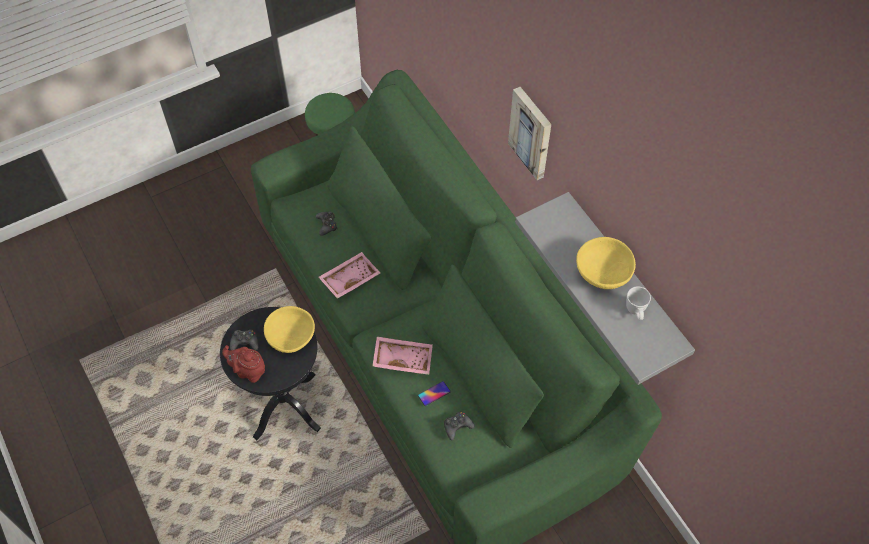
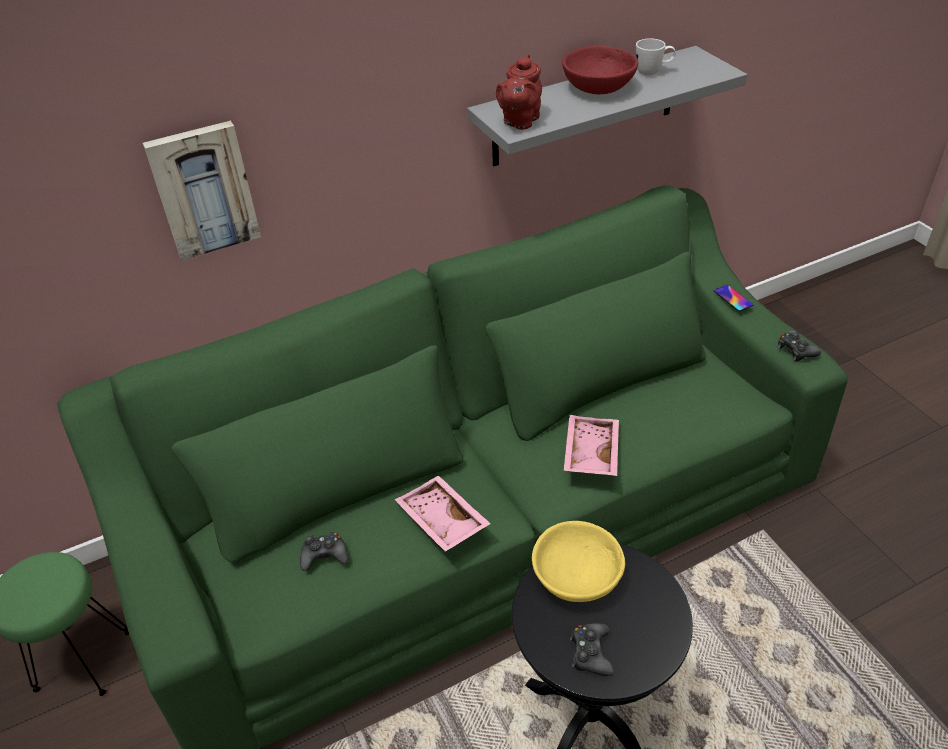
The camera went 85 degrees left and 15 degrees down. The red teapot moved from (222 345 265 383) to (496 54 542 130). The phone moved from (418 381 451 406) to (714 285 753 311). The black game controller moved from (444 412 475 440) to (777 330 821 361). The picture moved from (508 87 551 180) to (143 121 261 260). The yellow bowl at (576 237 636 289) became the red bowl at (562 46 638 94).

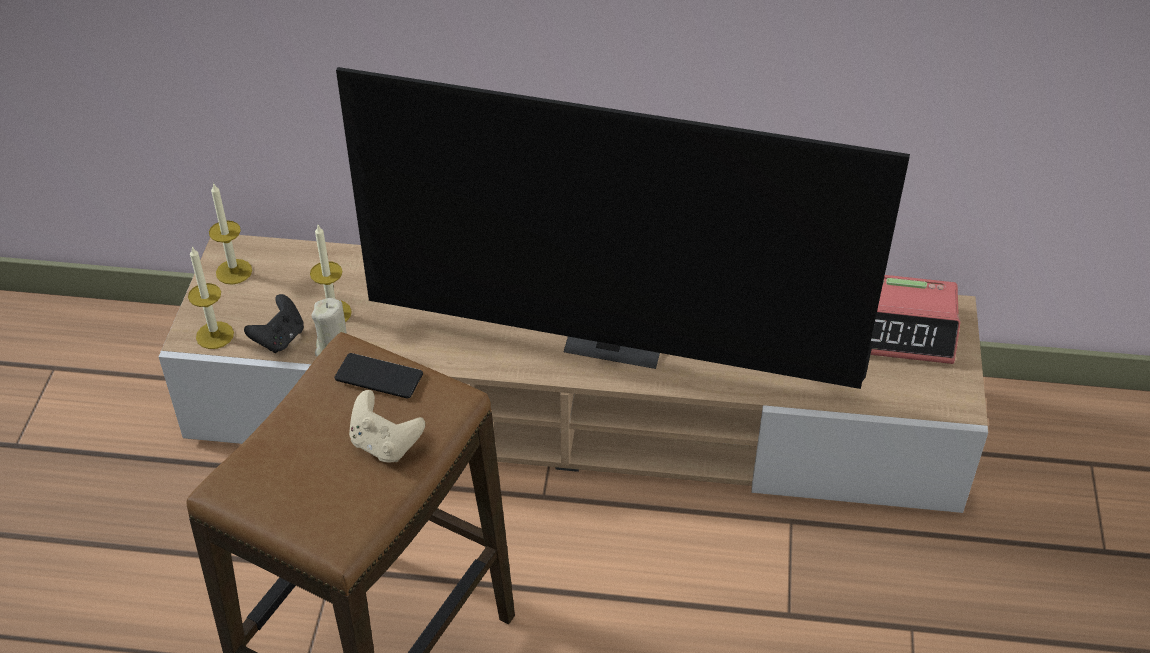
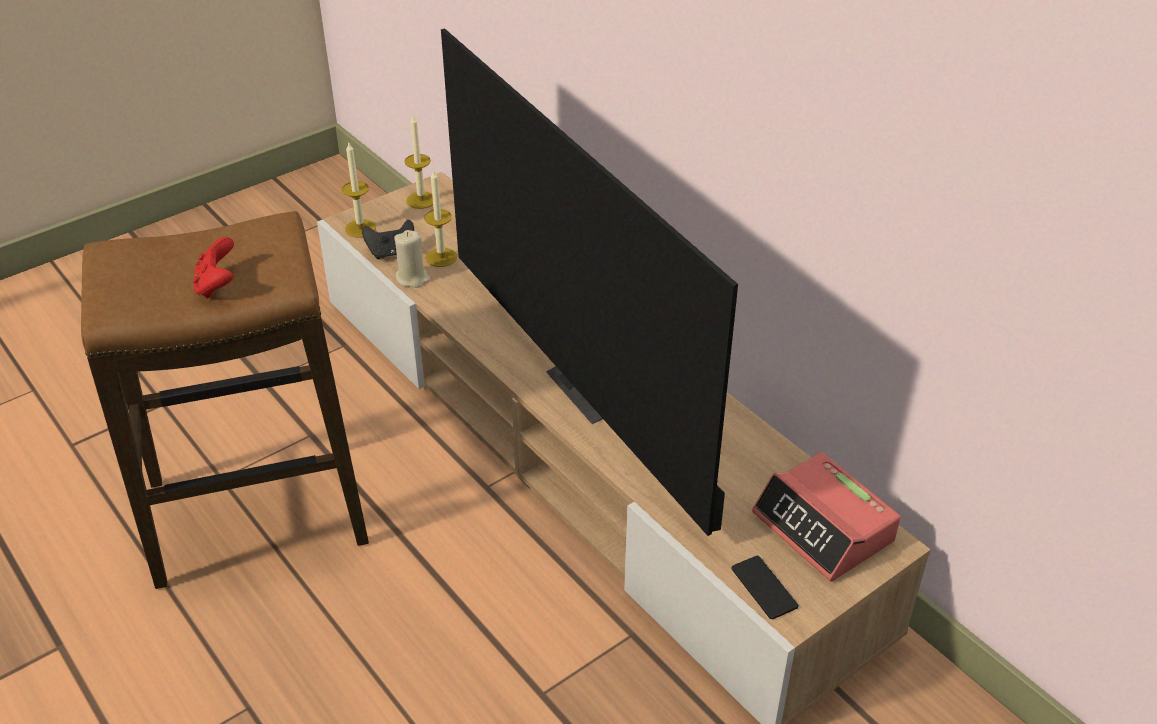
The camera went 45 degrees right and 5 degrees down. The phone moved from (335 353 423 399) to (732 556 799 619). The beige game controller at (349 390 425 463) became the red game controller at (193 237 234 299).

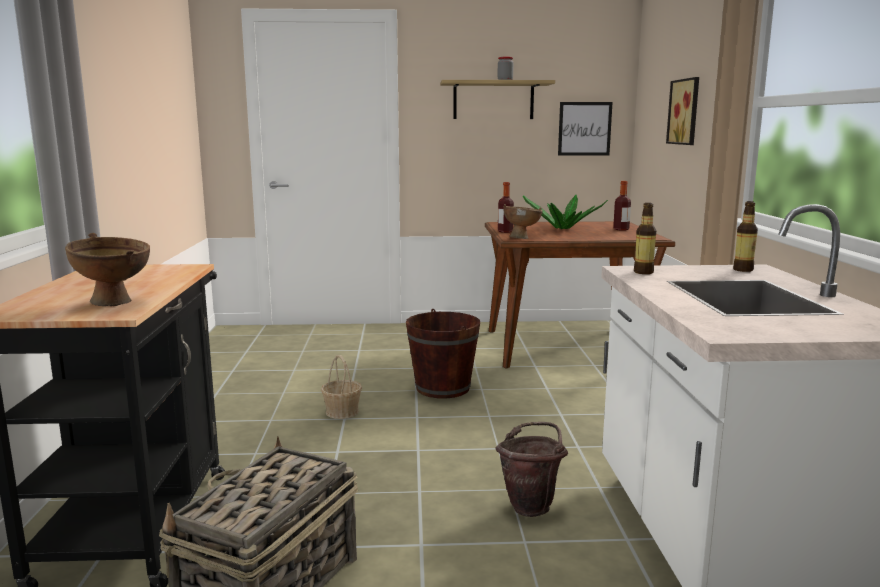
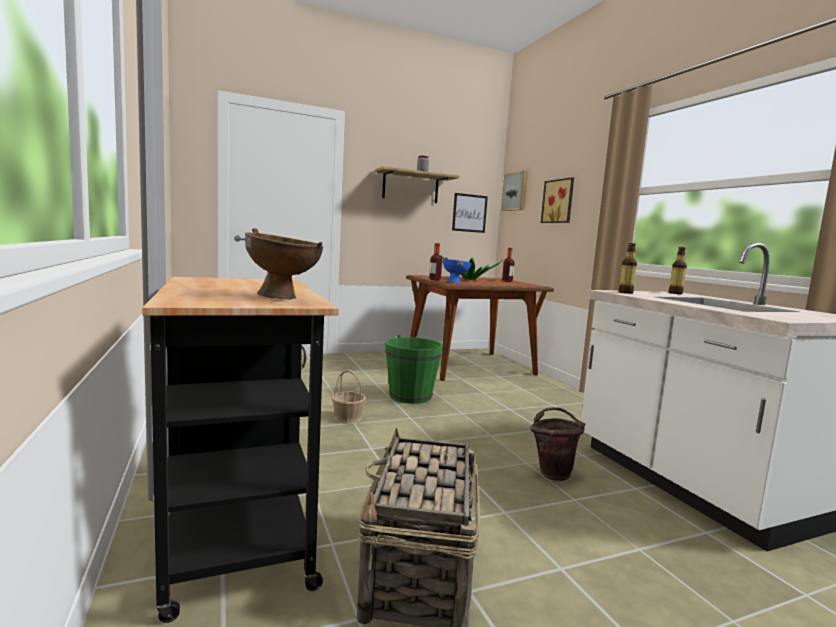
The camera went 20 degrees left and 5 degrees down. The picture at (500 170 528 211) appeared. The brown bucket at (406 309 480 399) became the green bucket at (385 335 443 404). The brown bowl at (503 204 543 239) became the blue bowl at (443 257 472 284).

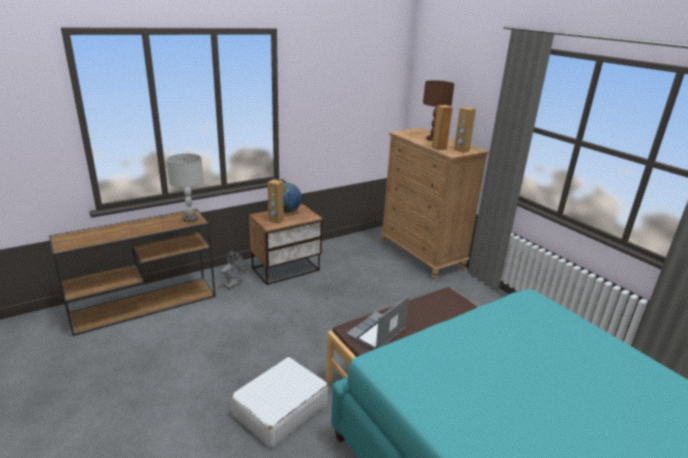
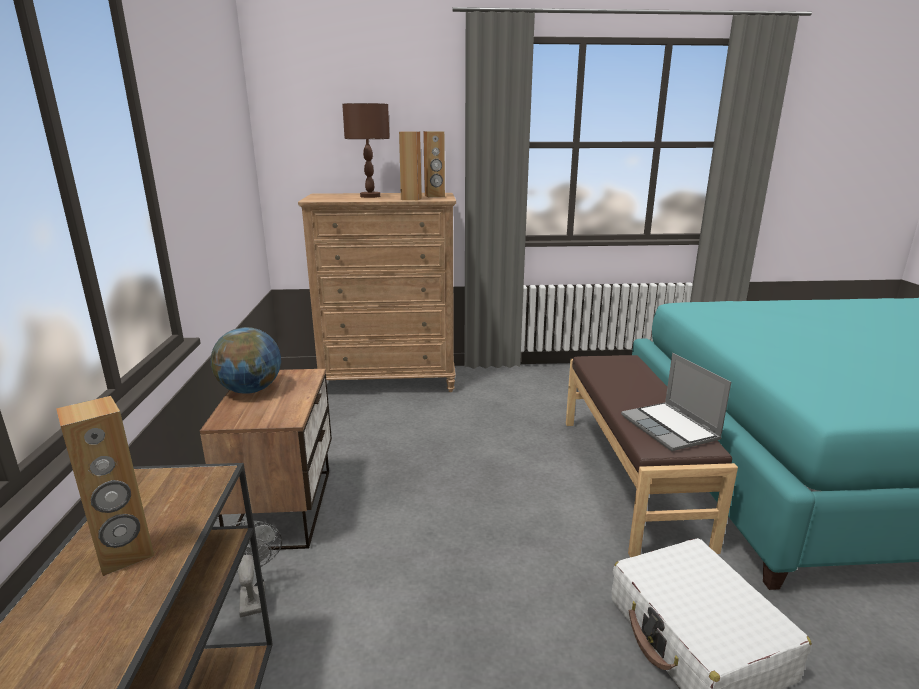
The camera went 60 degrees left and 5 degrees down. The grey table lamp at (167 153 204 222) disappeared. The brown speaker moved from (267 179 284 224) to (56 396 154 576).

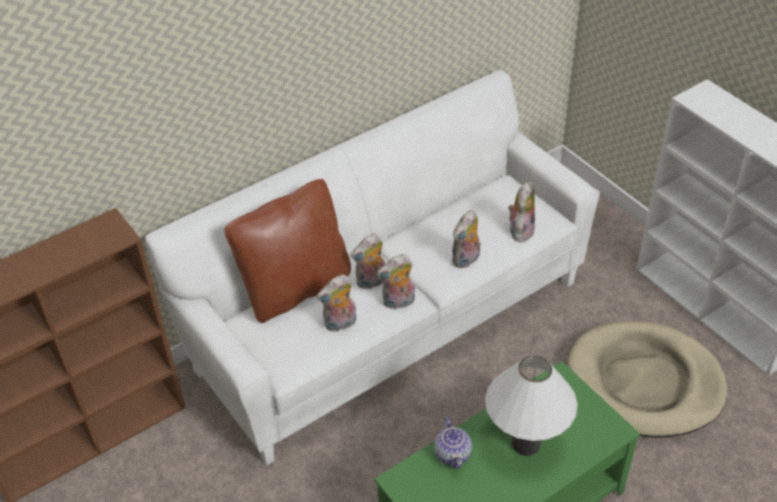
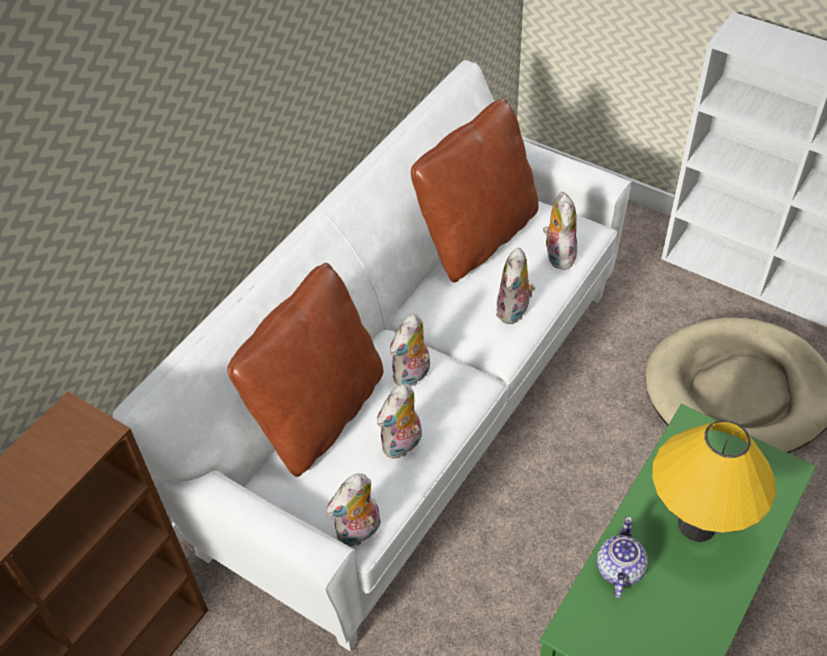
The camera went 20 degrees left and 5 degrees up. The brown pillow at (411 98 539 282) appeared. The plush toy moved from (376 254 415 310) to (326 473 381 546). The white table lamp at (485 356 578 456) became the yellow table lamp at (652 420 776 542). The teapot at (434 417 472 469) turned 135 degrees counterclockwise.

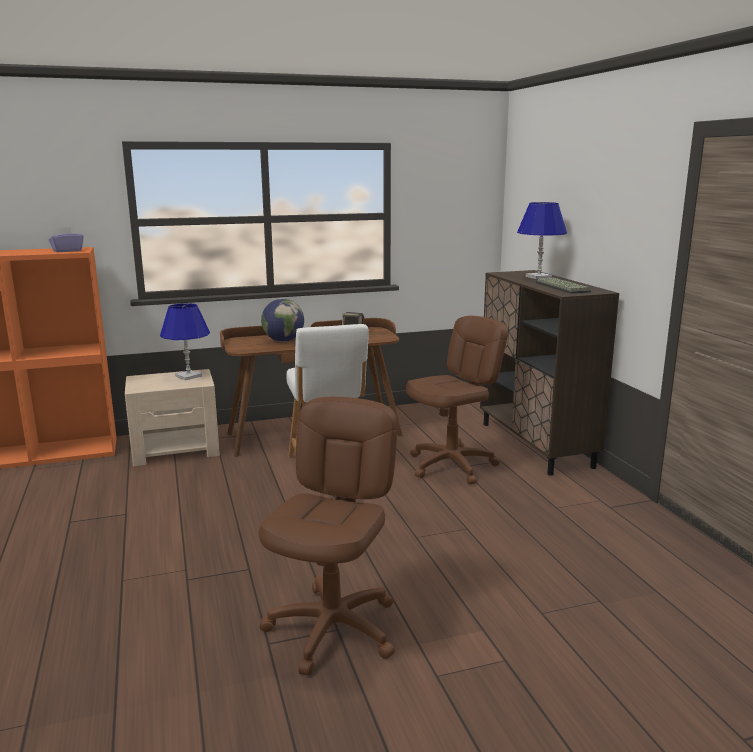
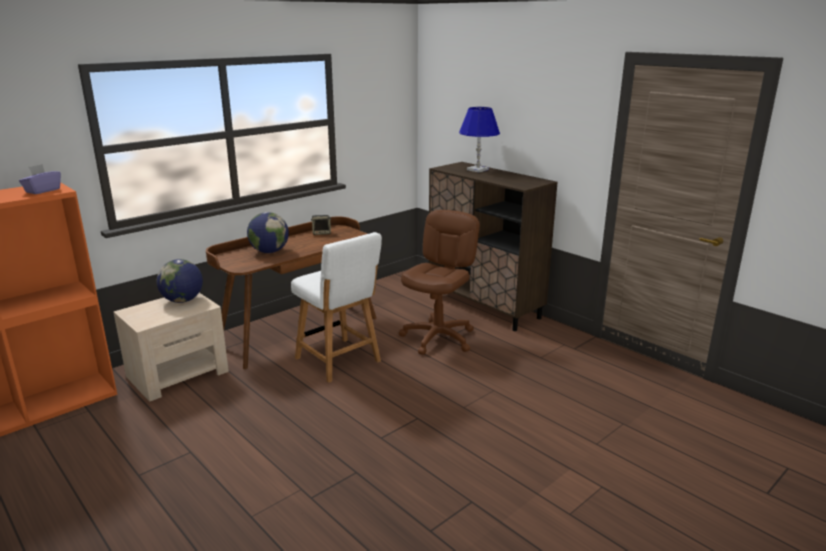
The camera went 25 degrees left and 5 degrees up. The brown office chair at (259 397 398 675) disappeared. The keyboard at (536 278 591 294) disappeared. The blue table lamp at (160 303 210 380) was replaced by the globe at (157 259 203 303).

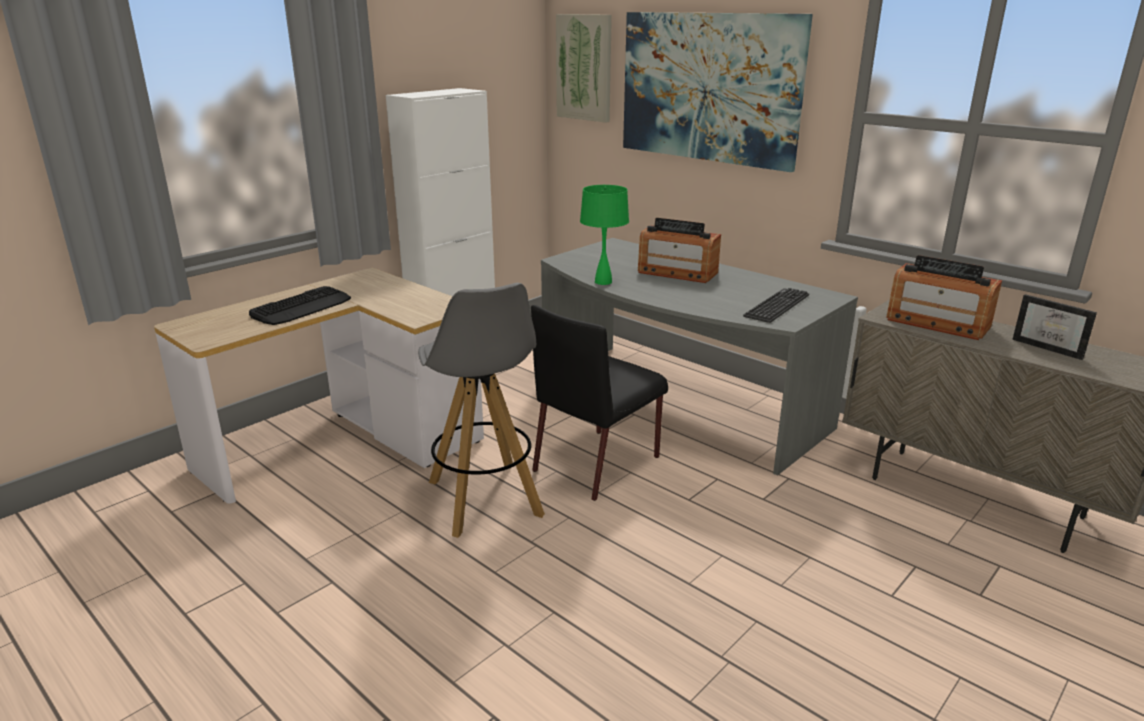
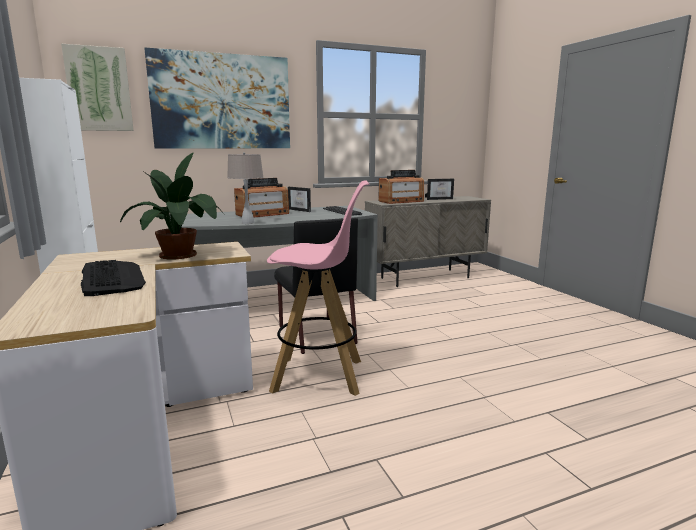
The camera went 65 degrees left and 10 degrees down. The potted plant at (120 153 225 259) appeared. The picture frame at (288 187 311 212) appeared. The grey stool at (418 283 545 538) became the pink stool at (267 180 370 396). The green table lamp at (580 185 629 285) became the beige table lamp at (227 152 264 224).

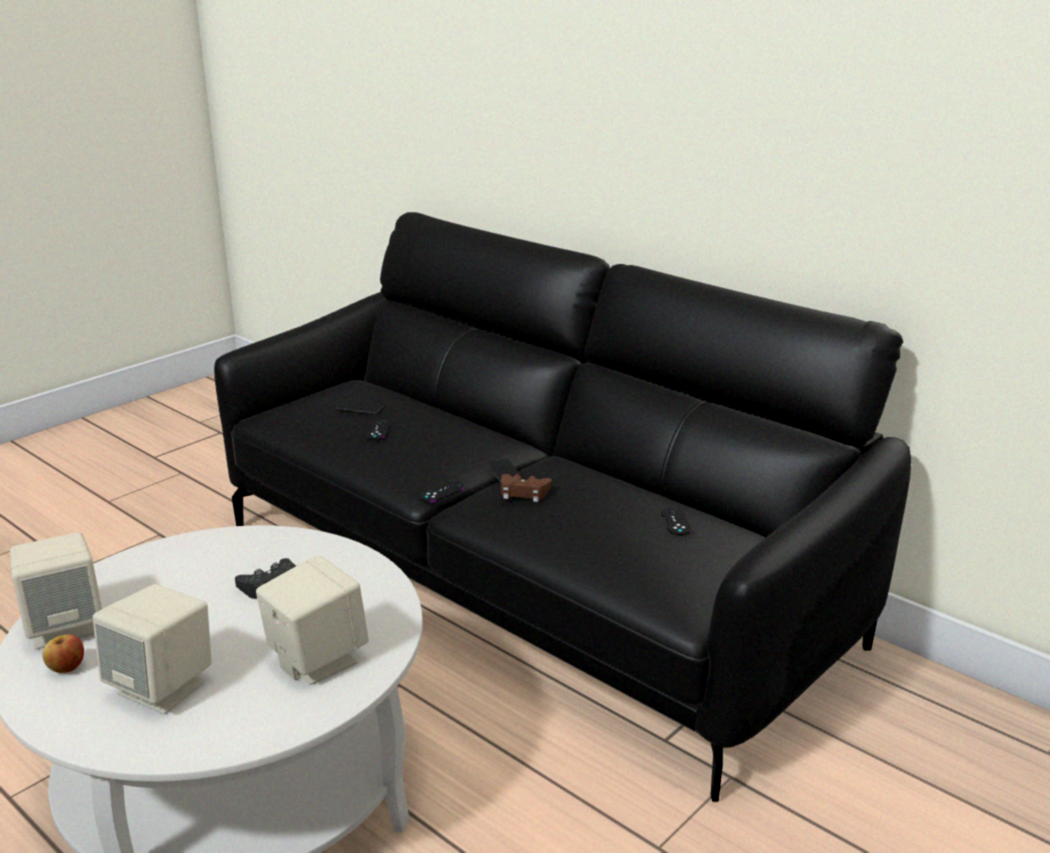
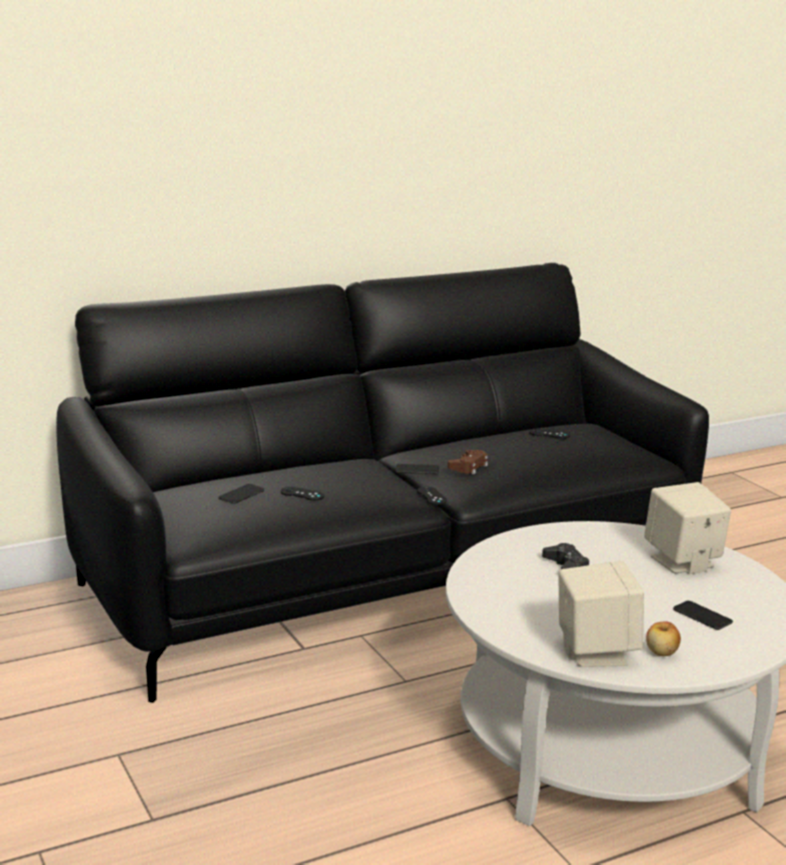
The camera went 70 degrees left and 5 degrees down. The beige speaker at (93 584 212 714) was replaced by the phone at (673 601 733 630).

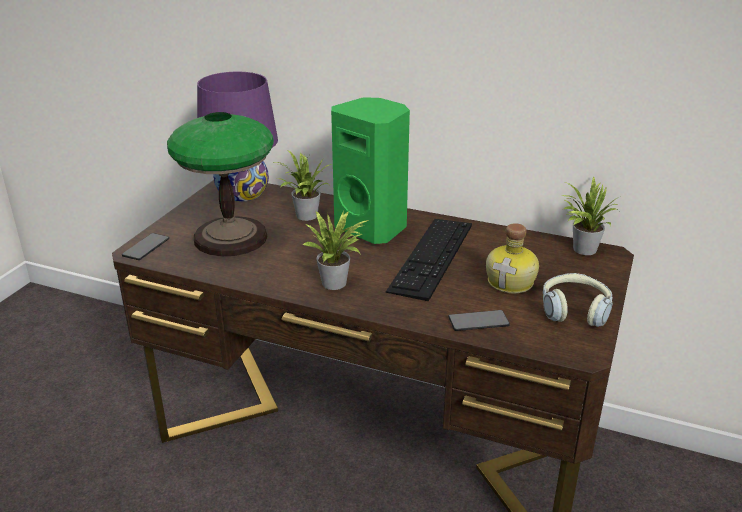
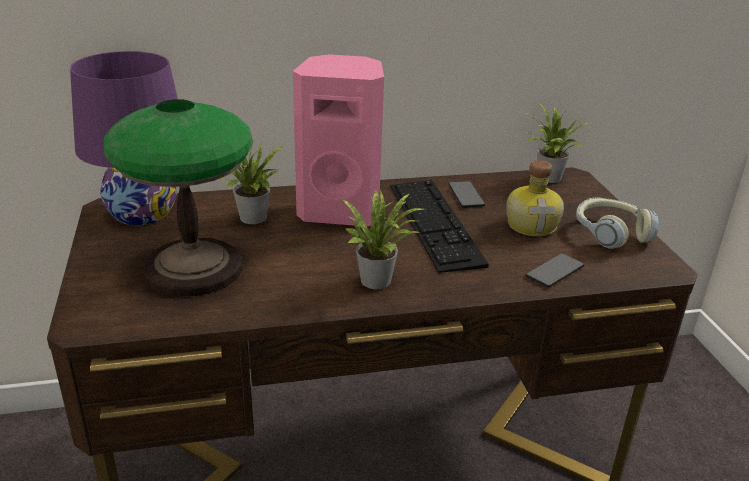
The camera went 35 degrees left and 0 degrees up. The phone moved from (122 233 169 260) to (448 181 485 208). The green speaker at (331 97 410 244) became the pink speaker at (293 54 384 227).

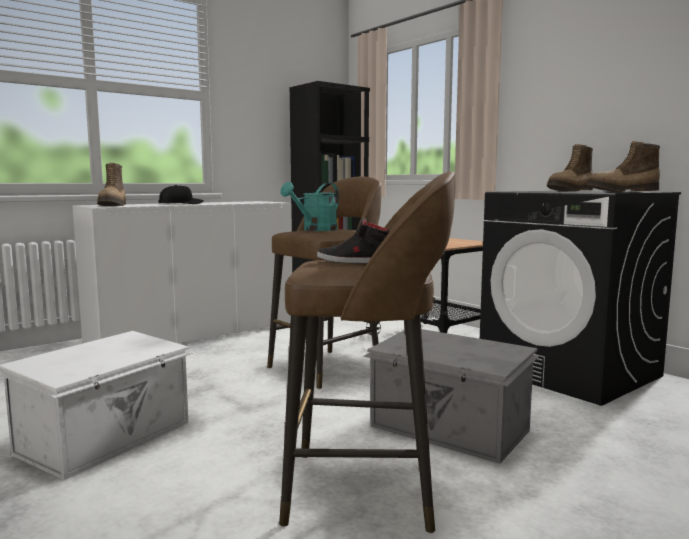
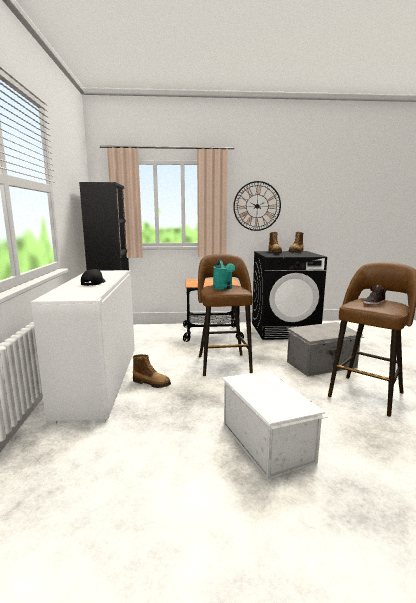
The camera went 55 degrees left and 5 degrees up. The wall clock at (233 181 281 231) appeared. The boot moved from (97 163 126 206) to (133 354 171 388).

